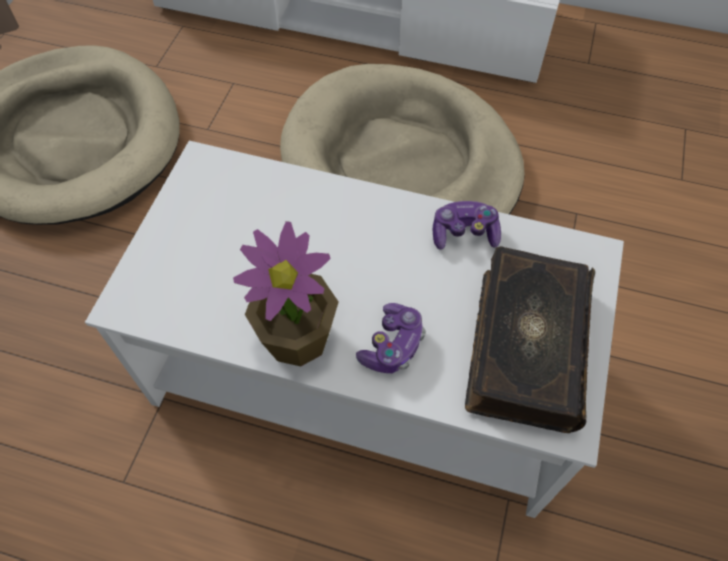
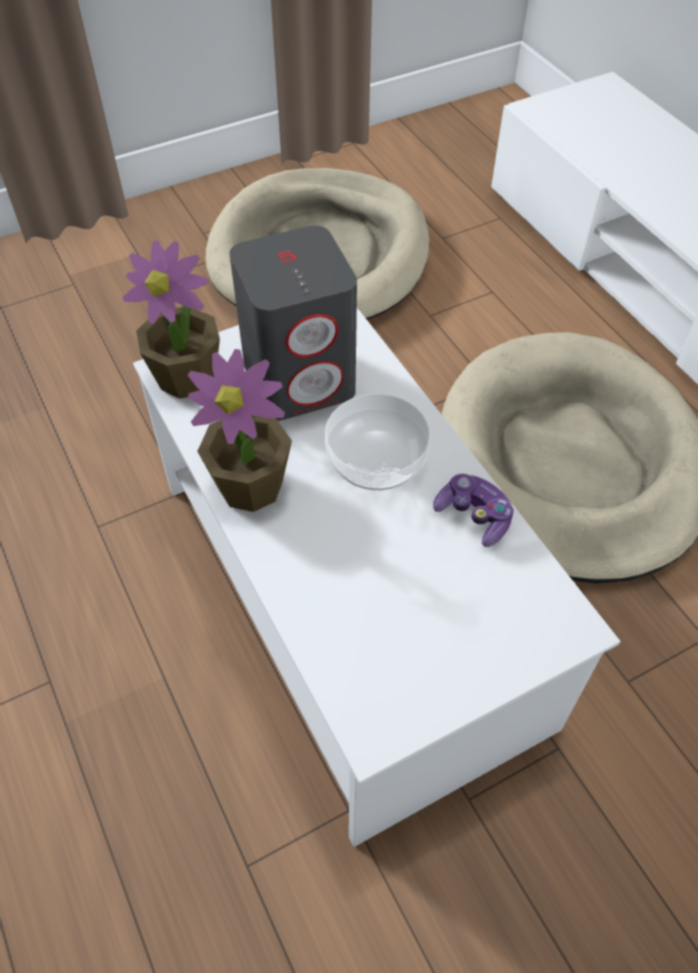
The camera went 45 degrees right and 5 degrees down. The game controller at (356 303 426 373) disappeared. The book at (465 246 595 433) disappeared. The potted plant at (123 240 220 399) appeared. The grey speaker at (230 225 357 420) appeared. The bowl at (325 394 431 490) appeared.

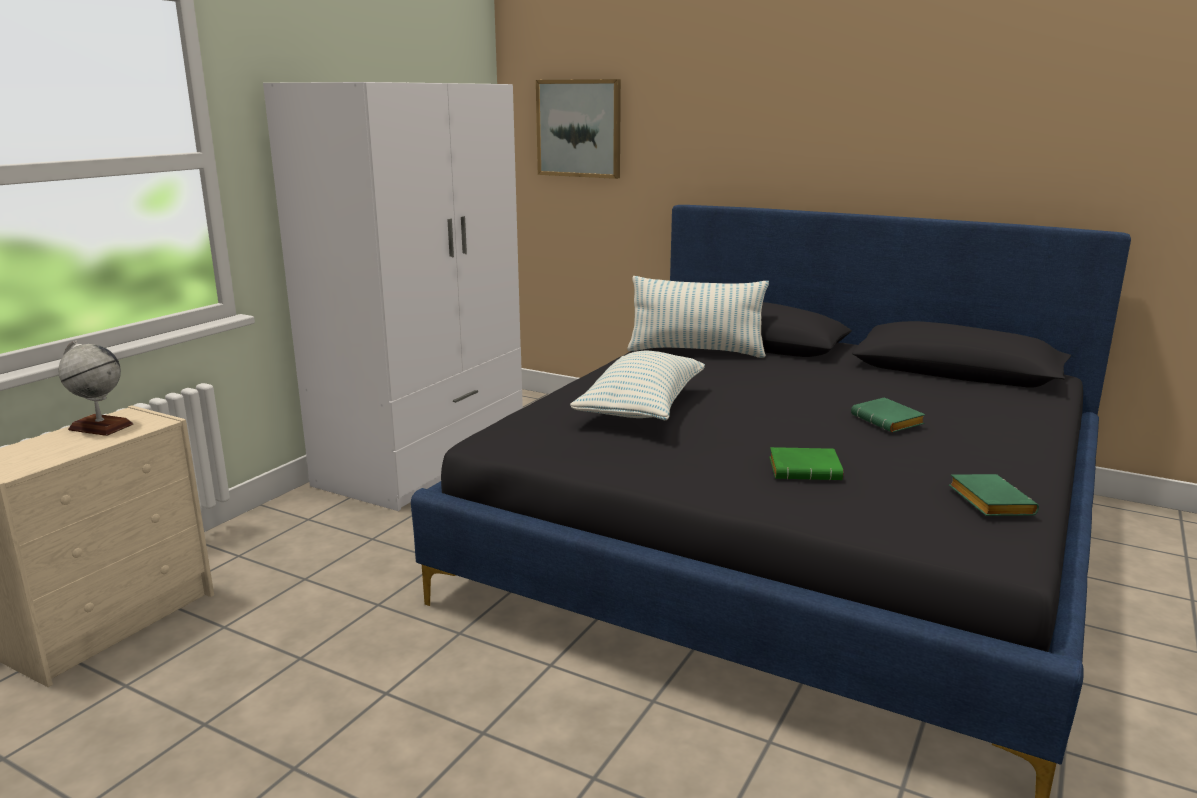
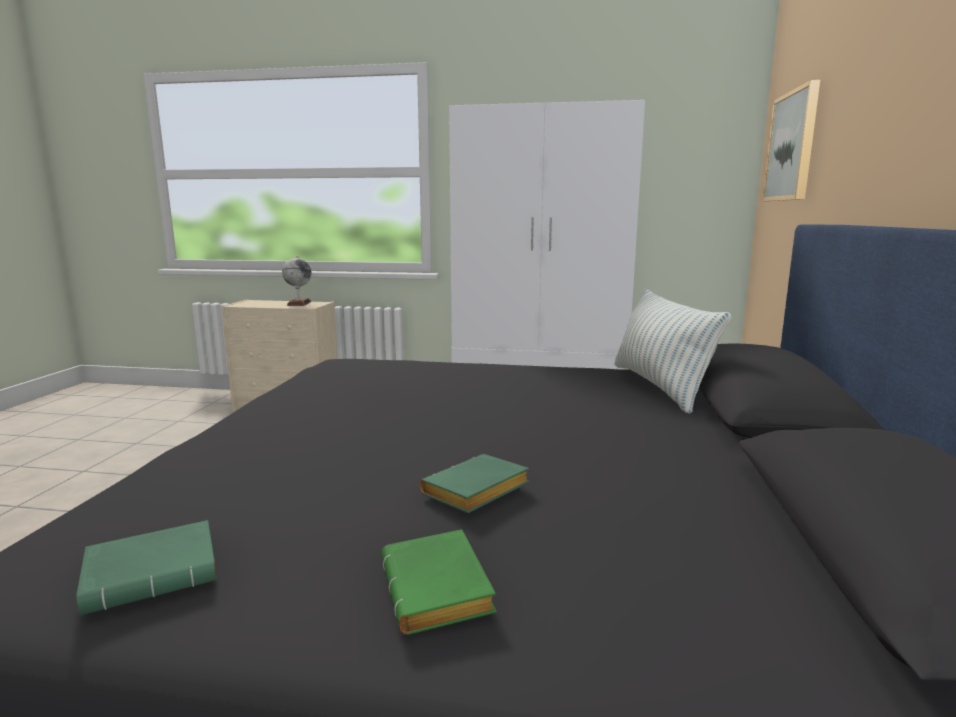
The camera went 70 degrees right and 5 degrees down. The pillow at (570 351 705 420) disappeared. The green book moved from (770 447 843 480) to (381 529 497 635).

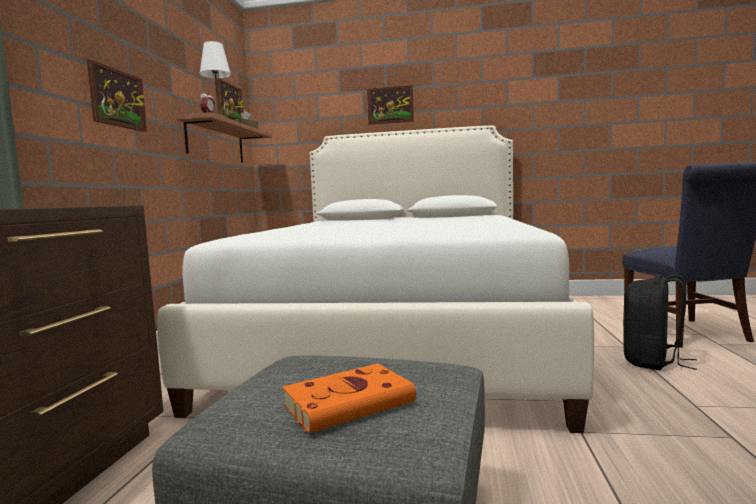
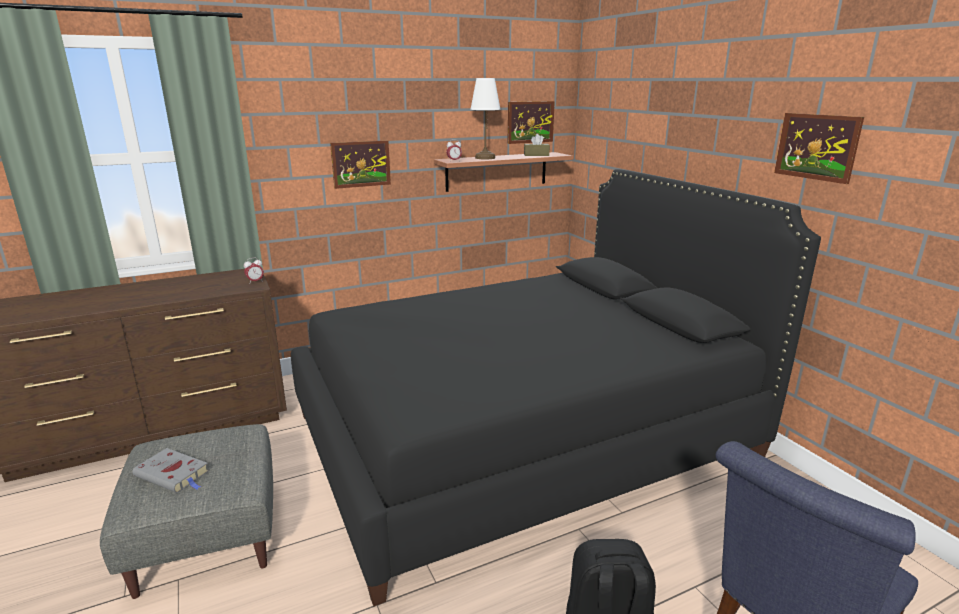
The camera went 55 degrees right and 15 degrees up. The alarm clock at (244 257 264 284) appeared. The picture moved from (367 85 414 125) to (774 113 864 184). The white bed at (157 126 594 433) became the black bed at (291 169 821 607). The orange book at (282 364 419 433) became the grey book at (132 448 209 493).

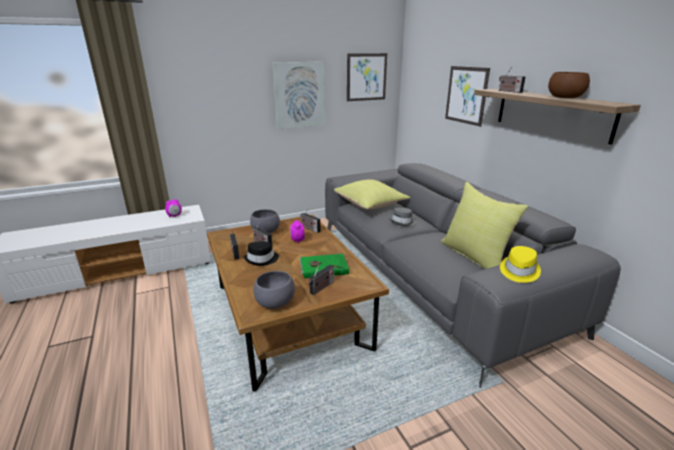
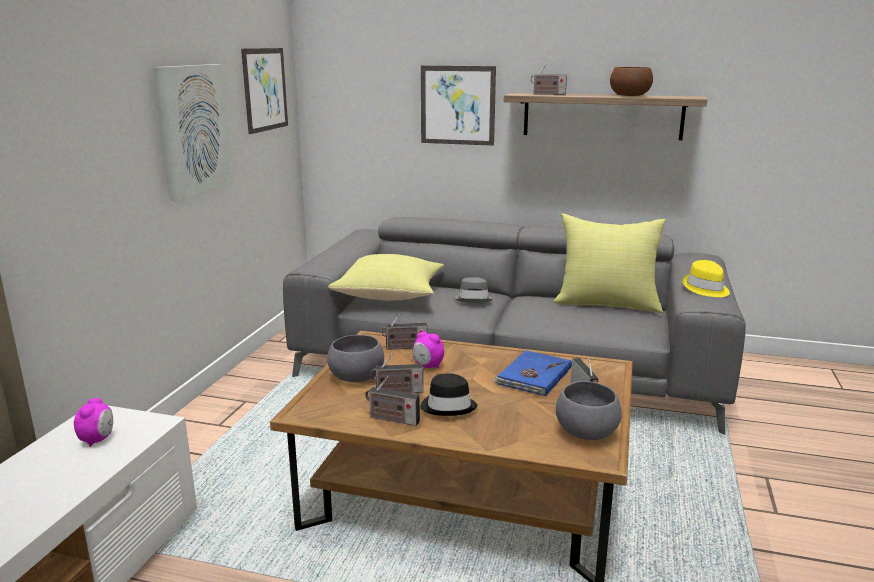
The camera went 50 degrees left and 5 degrees down. The green book at (299 254 349 278) became the blue book at (493 350 572 396).

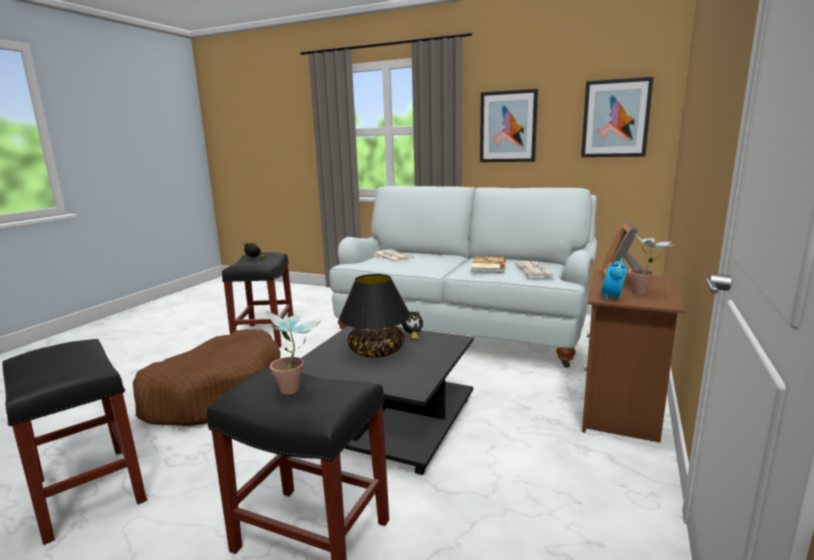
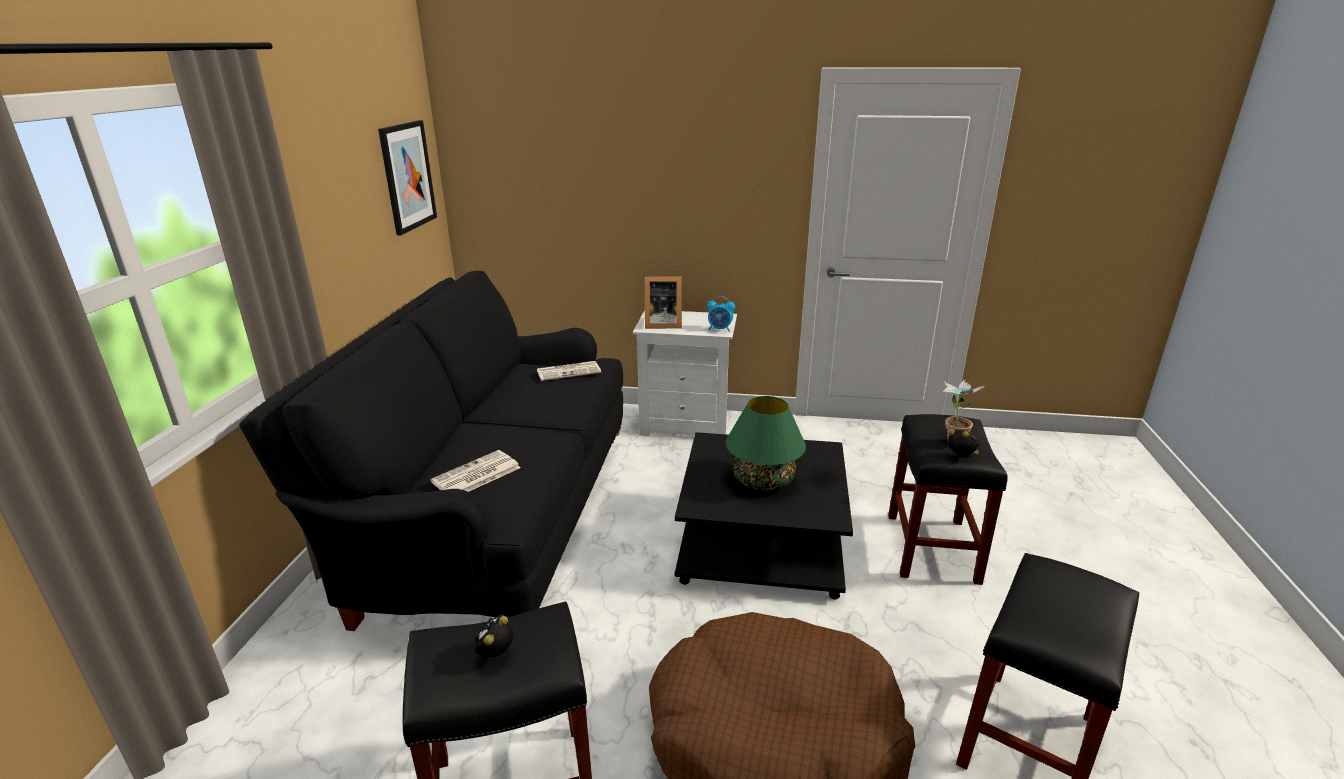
The camera went 105 degrees left and 10 degrees up. The book at (471 257 505 273) disappeared. The picture at (480 89 538 162) disappeared. The potted plant at (629 233 673 294) disappeared. The alarm clock moved from (402 311 423 340) to (948 429 979 455). The white sofa at (329 186 597 368) became the black sofa at (239 271 623 631). The black table lamp at (339 274 410 358) became the green table lamp at (725 396 806 491). The brown nightstand at (582 271 685 443) became the white nightstand at (633 310 737 436).

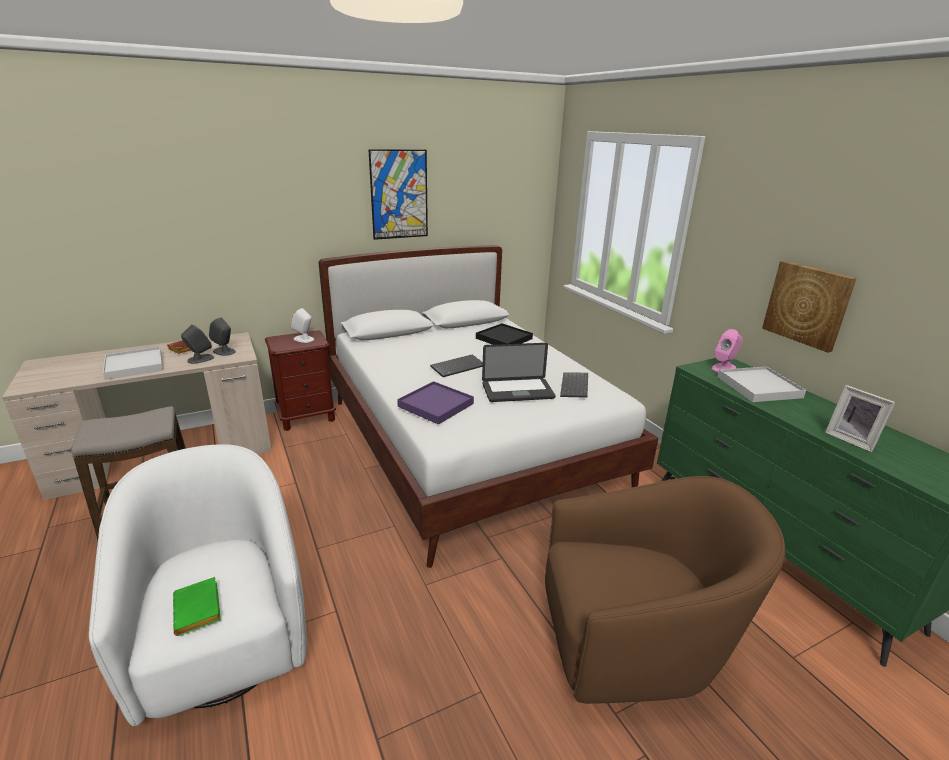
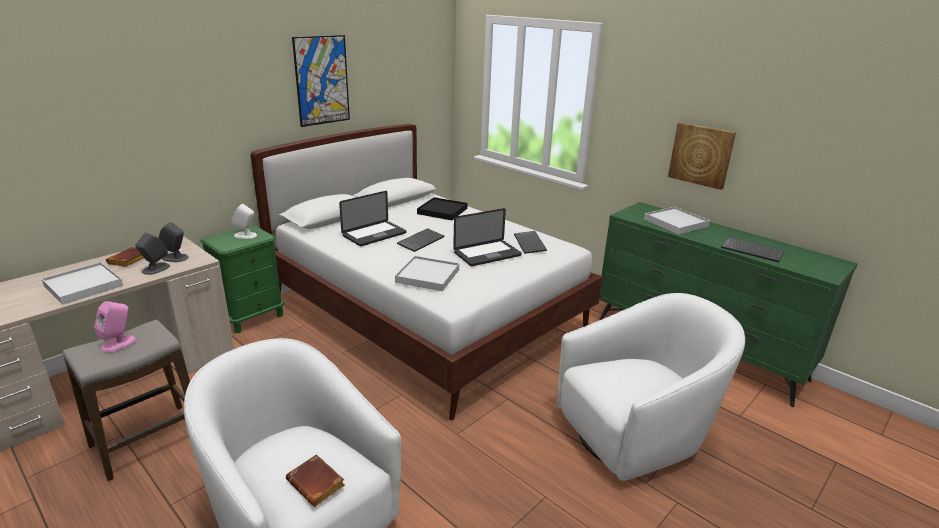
The camera went 20 degrees left and 0 degrees up. The laptop at (339 191 407 246) appeared. The pink speaker moved from (712 329 743 372) to (94 301 136 352). The picture frame at (825 385 896 452) was replaced by the keyboard at (721 236 785 262). The green book at (173 577 221 636) became the brown book at (286 454 345 507). The brown nightstand at (265 330 336 431) became the green nightstand at (200 225 284 333). The purple tray at (397 381 474 425) became the white tray at (395 256 459 291). The brown armchair at (545 476 785 704) became the white armchair at (557 293 745 481).

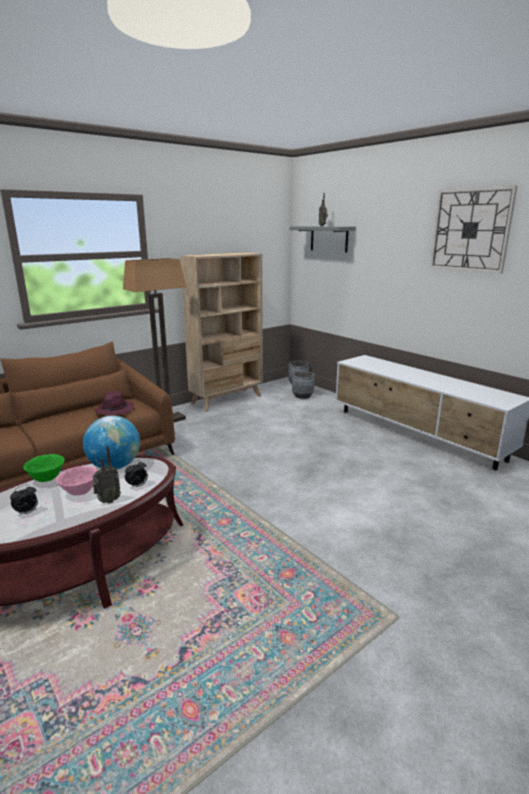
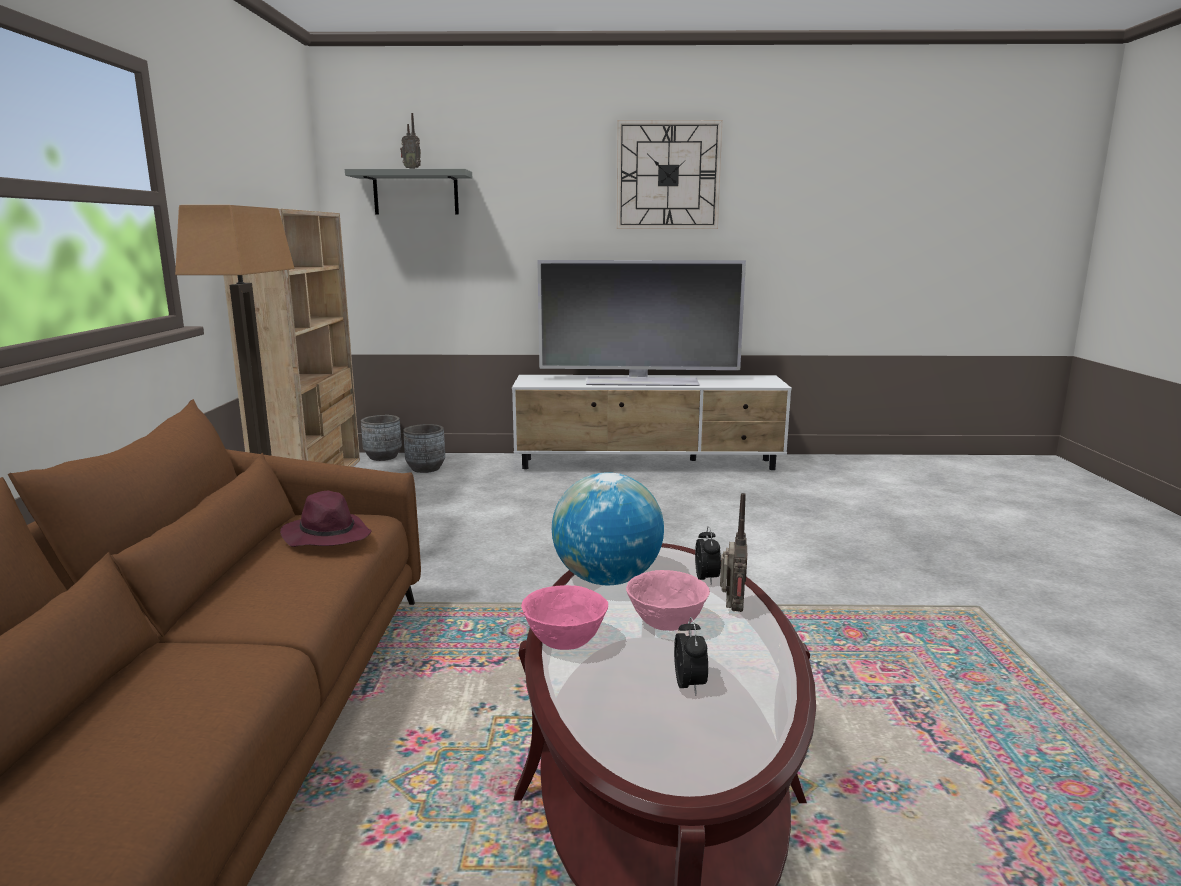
The camera went 50 degrees left and 5 degrees down. The television at (537 260 746 386) appeared. The green bowl at (23 454 65 482) became the pink bowl at (521 585 608 650).

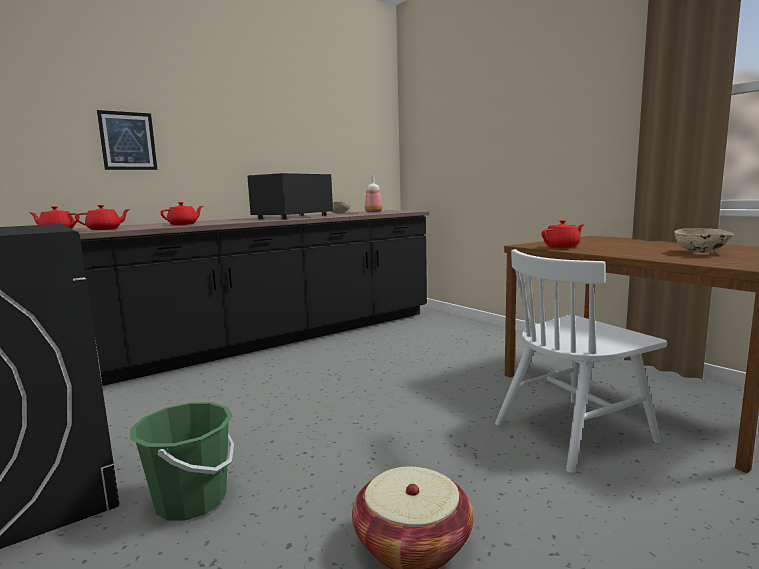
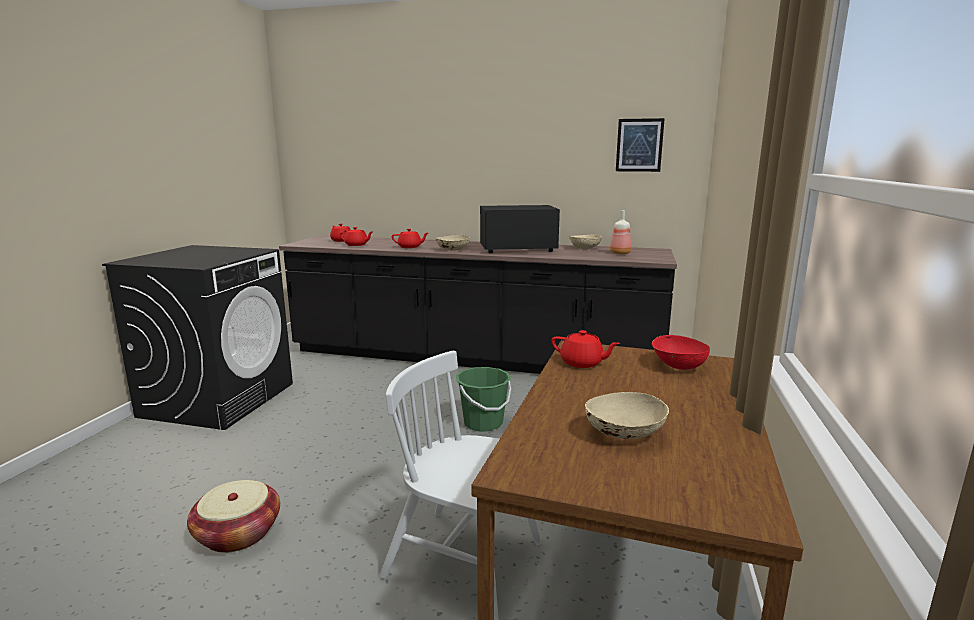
The camera went 50 degrees right and 5 degrees up. The beige bowl at (436 235 470 251) appeared. The red bowl at (652 335 710 370) appeared. The picture moved from (97 110 157 170) to (616 118 665 172). The green bucket moved from (130 402 234 521) to (456 367 511 432).

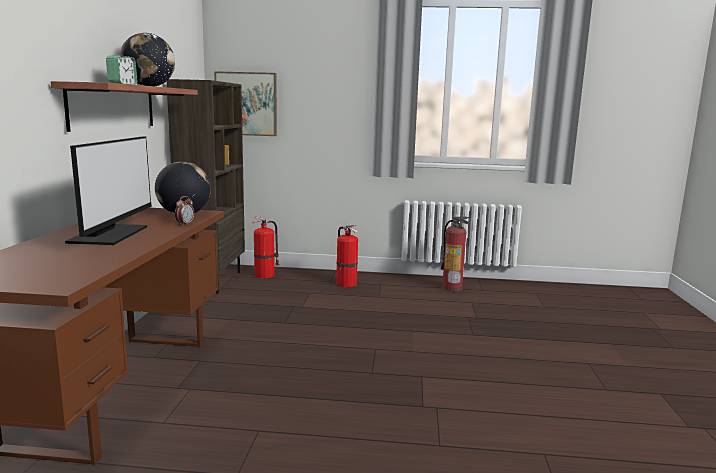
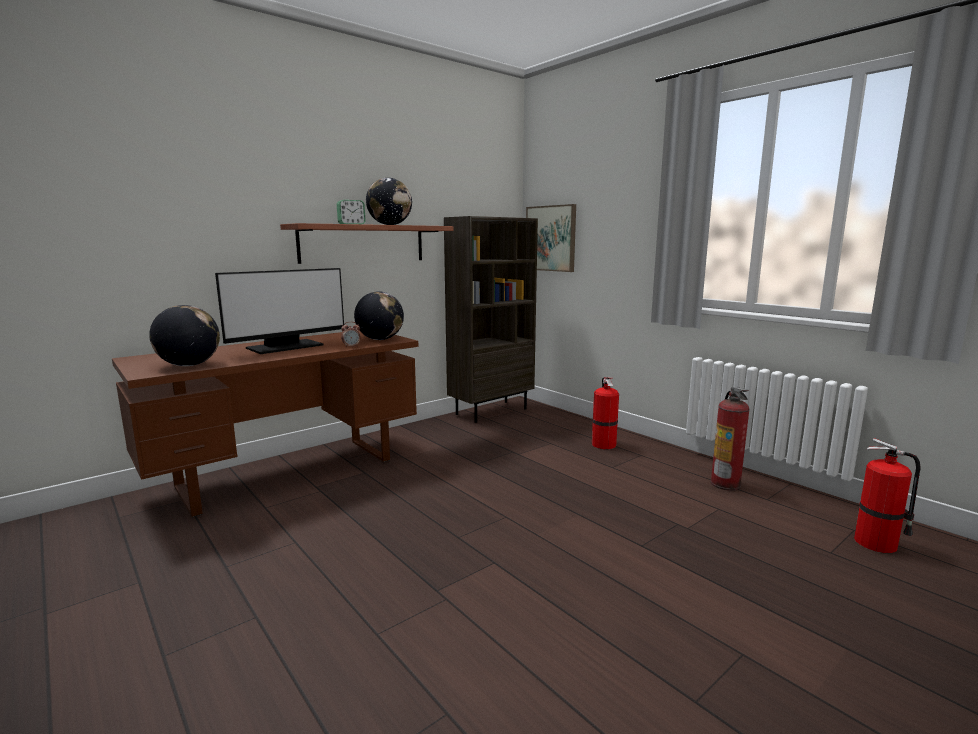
The camera went 45 degrees right and 0 degrees up. The globe at (149 305 220 366) appeared. The fire extinguisher moved from (253 217 280 278) to (854 438 921 553).

